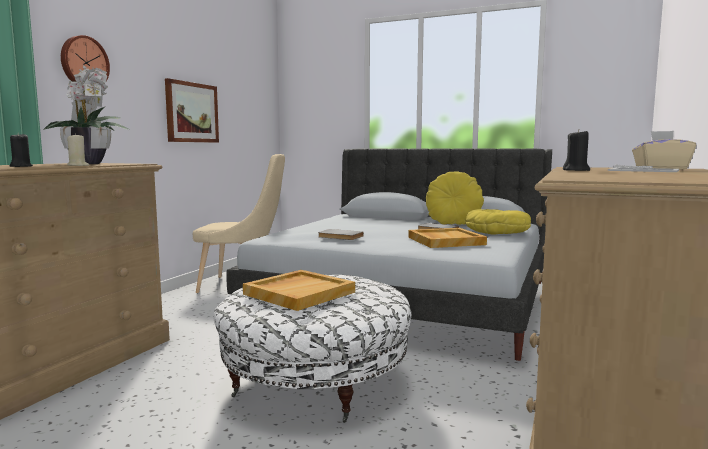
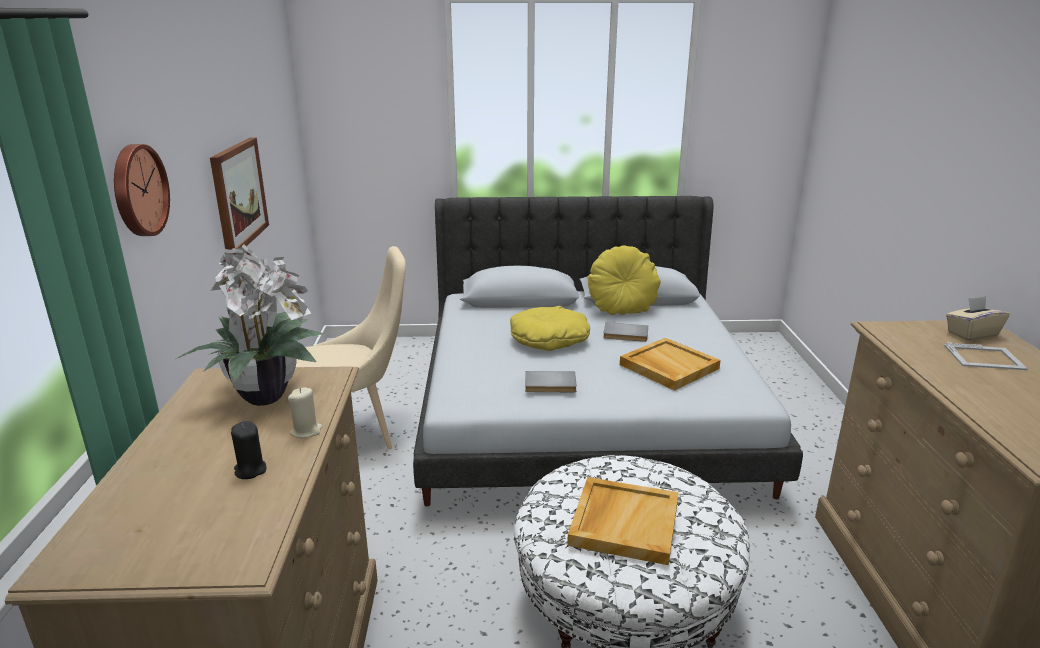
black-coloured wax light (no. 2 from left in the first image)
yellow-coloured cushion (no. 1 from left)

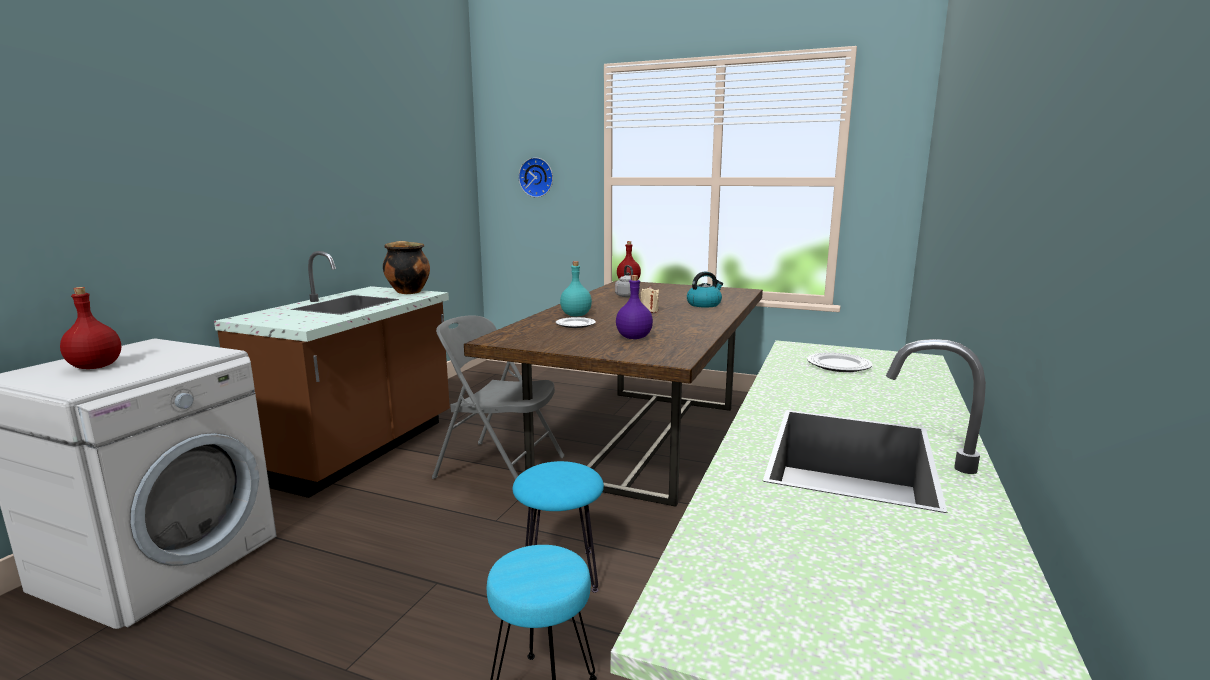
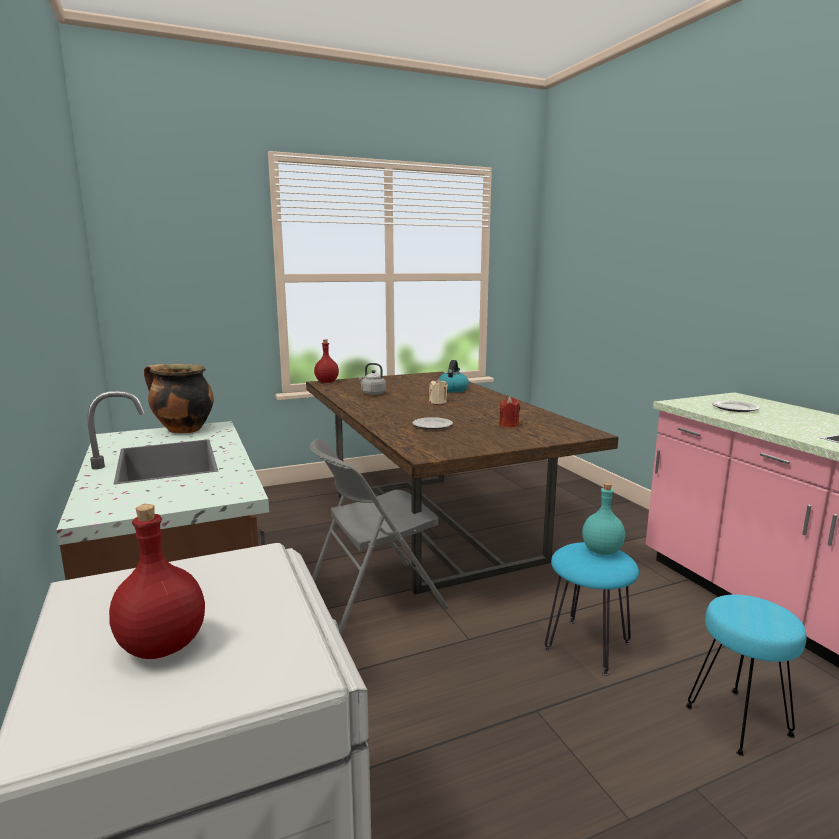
wall clock
turquoise-coloured drink bottle
red wax light

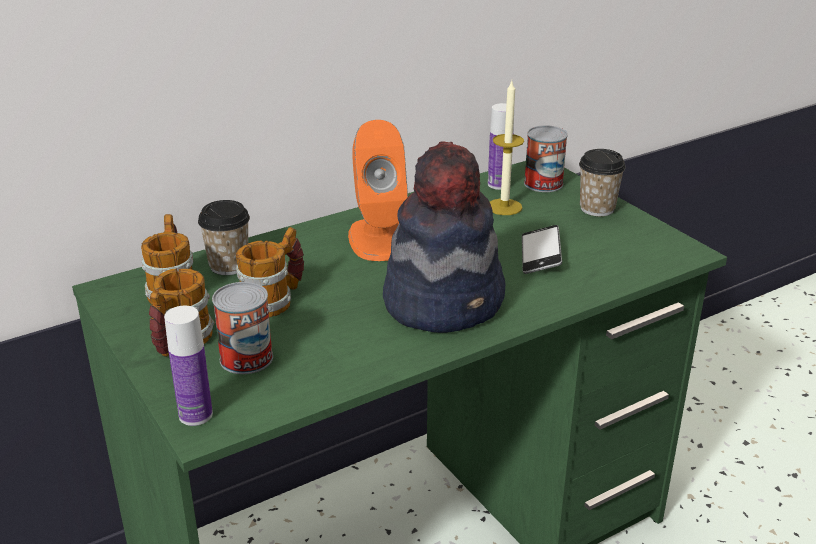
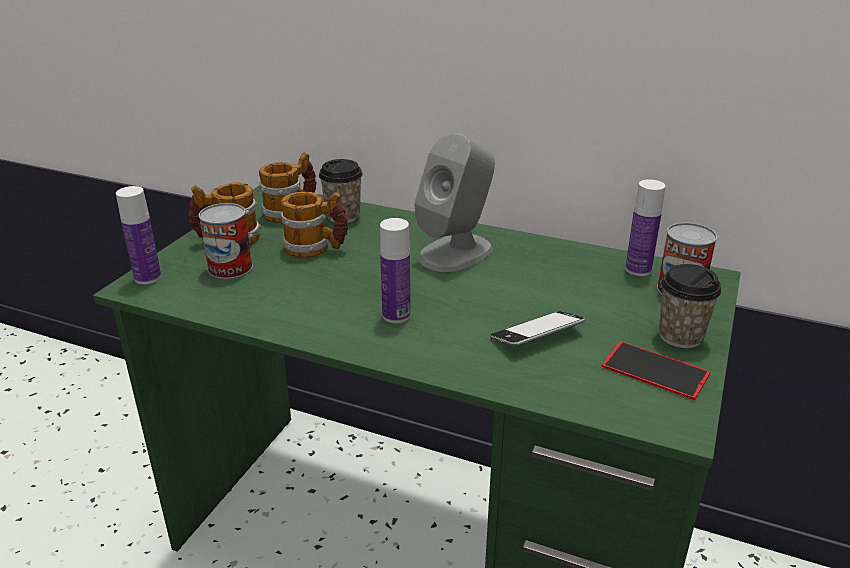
wax light
greyish loudspeaker
drink bottle (no. 2 from left)
phone (no. 2 from left)

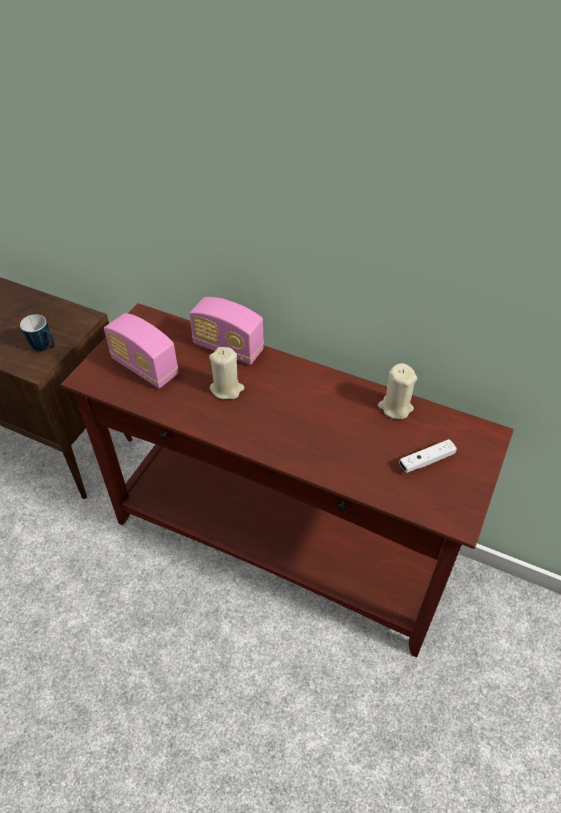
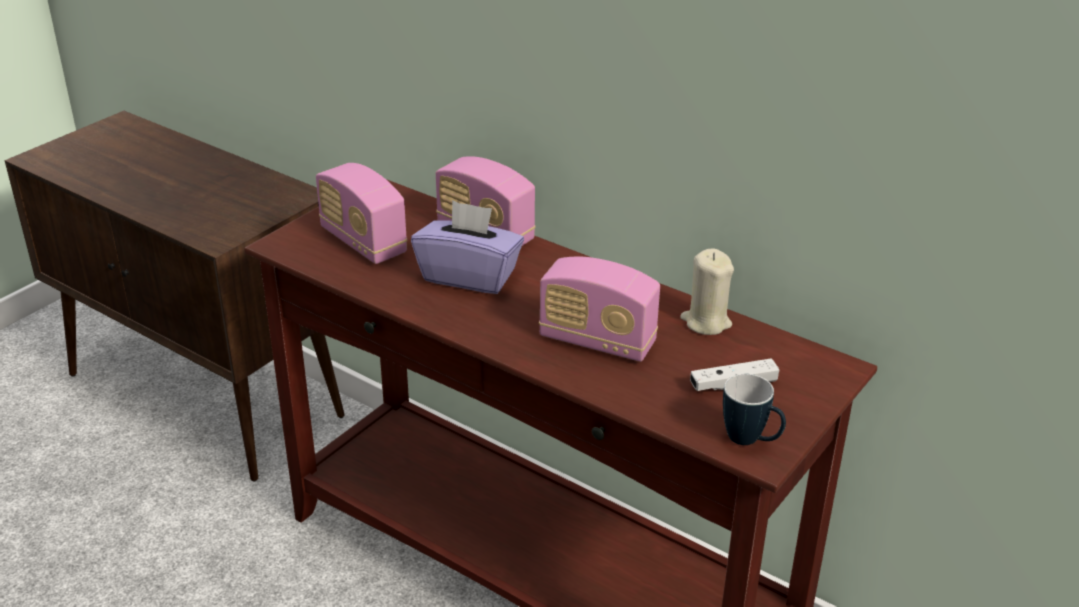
coffee mug
purple tissue box
radio (no. 3 from left)

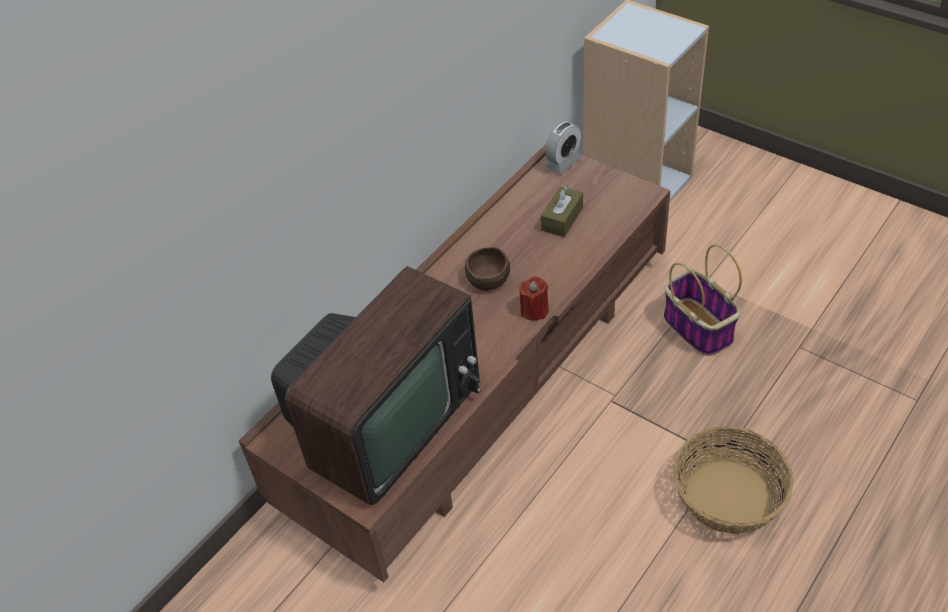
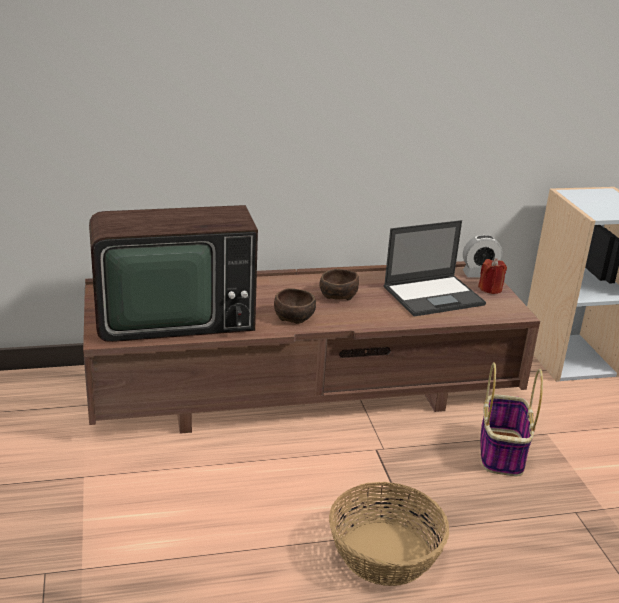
portable computer
red wax light
brown-coloured bowl (no. 1 from left)

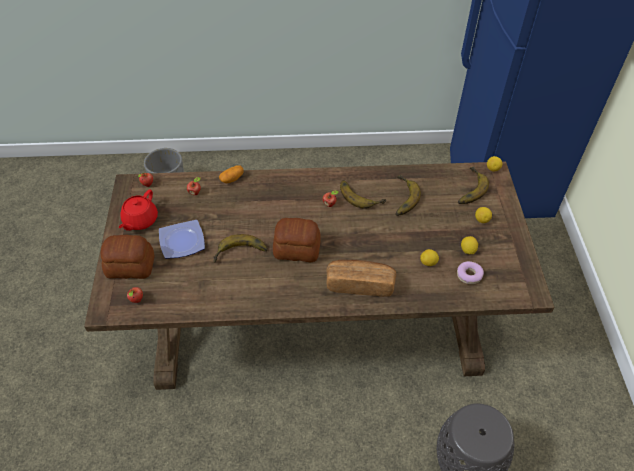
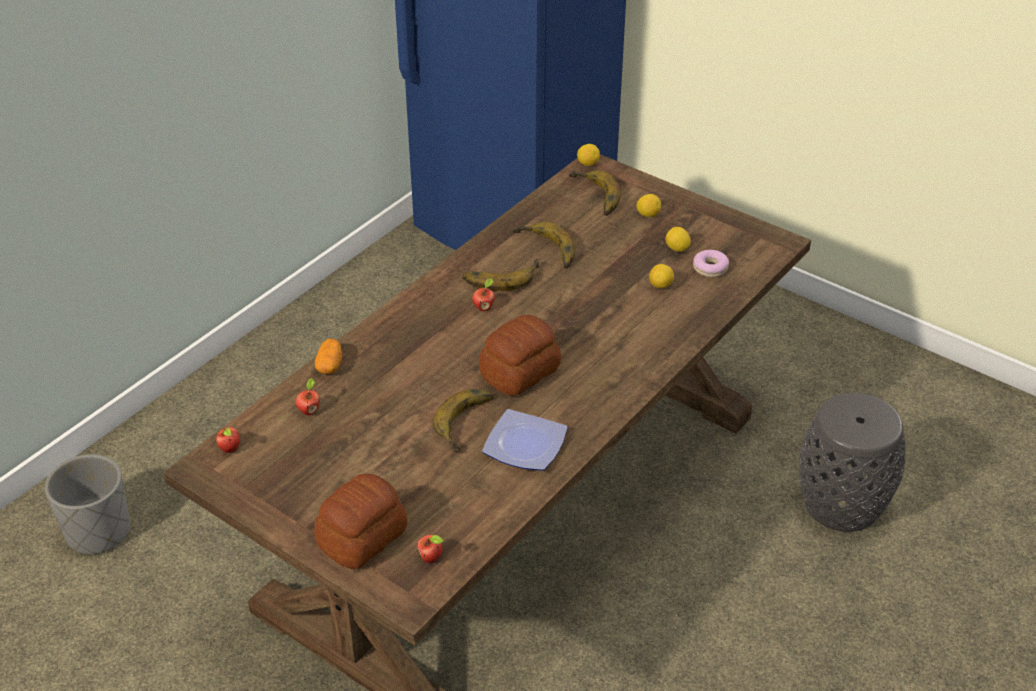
red tea pot
flat dish
bread (no. 3 from left in the first image)

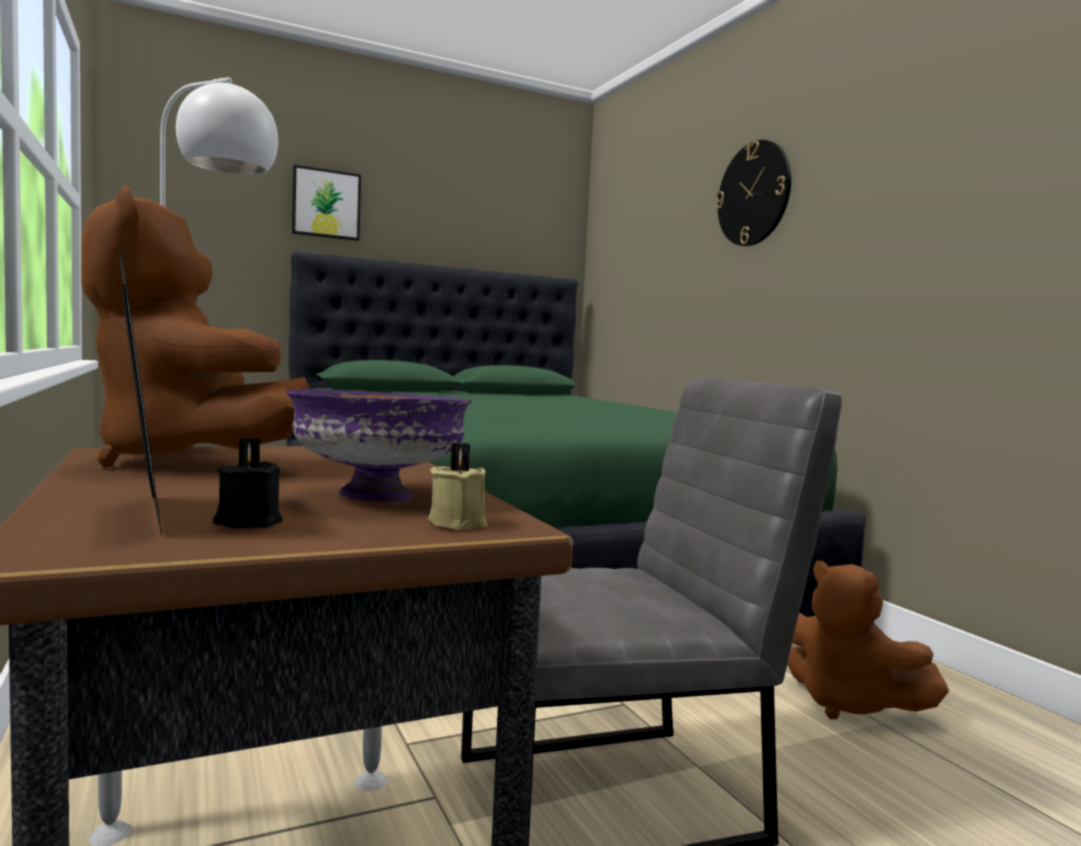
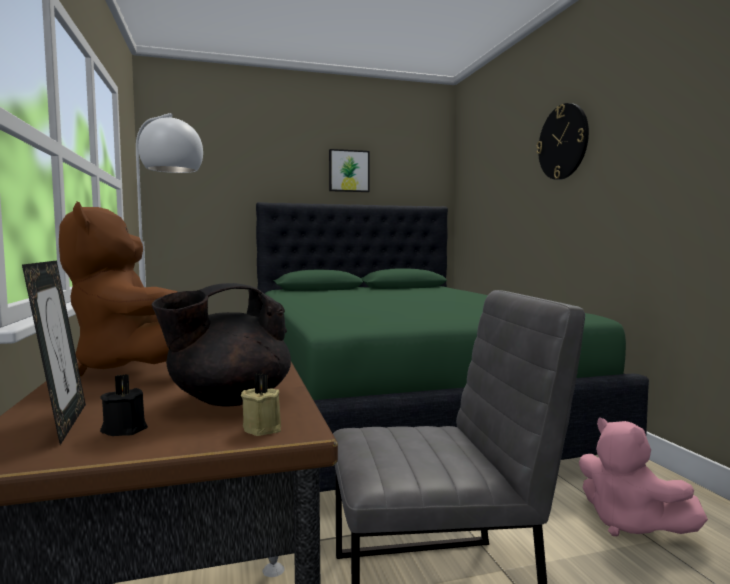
wall picture
black-coloured tea pot
pinkish plush toy

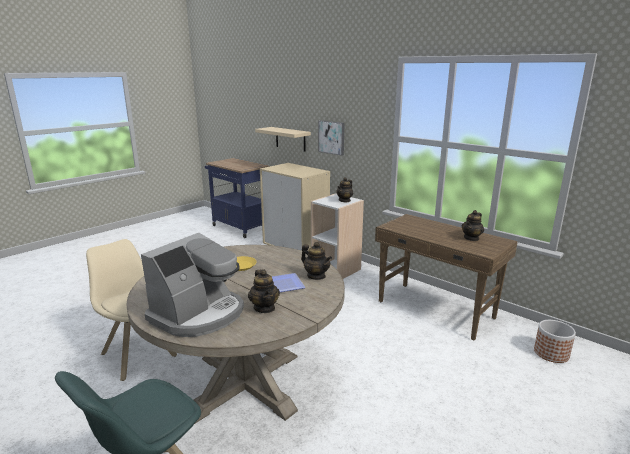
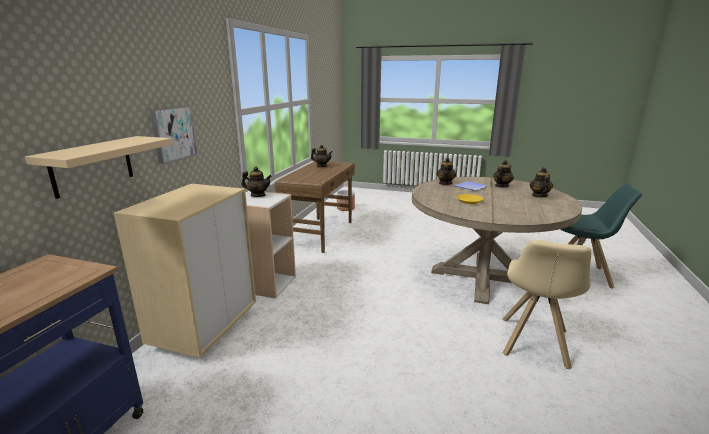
tea pot (no. 5 from left)

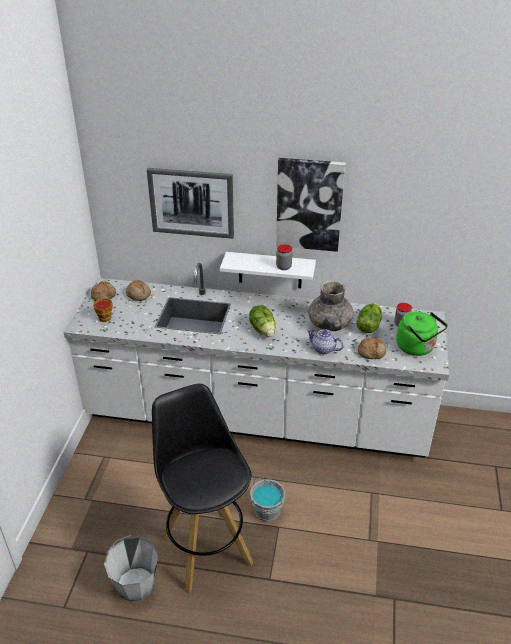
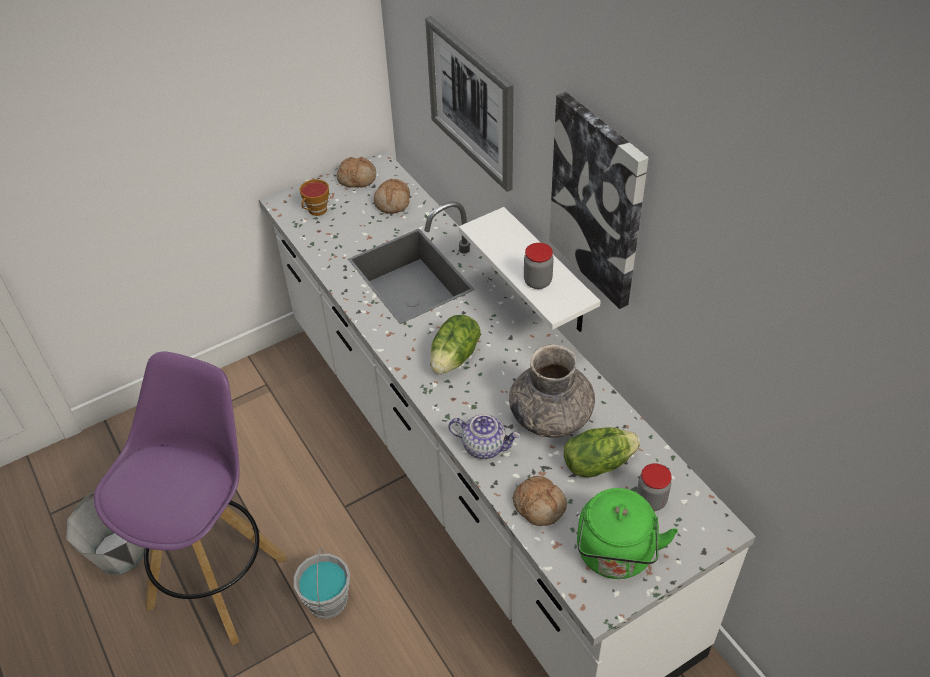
tea pot
purple stool seat

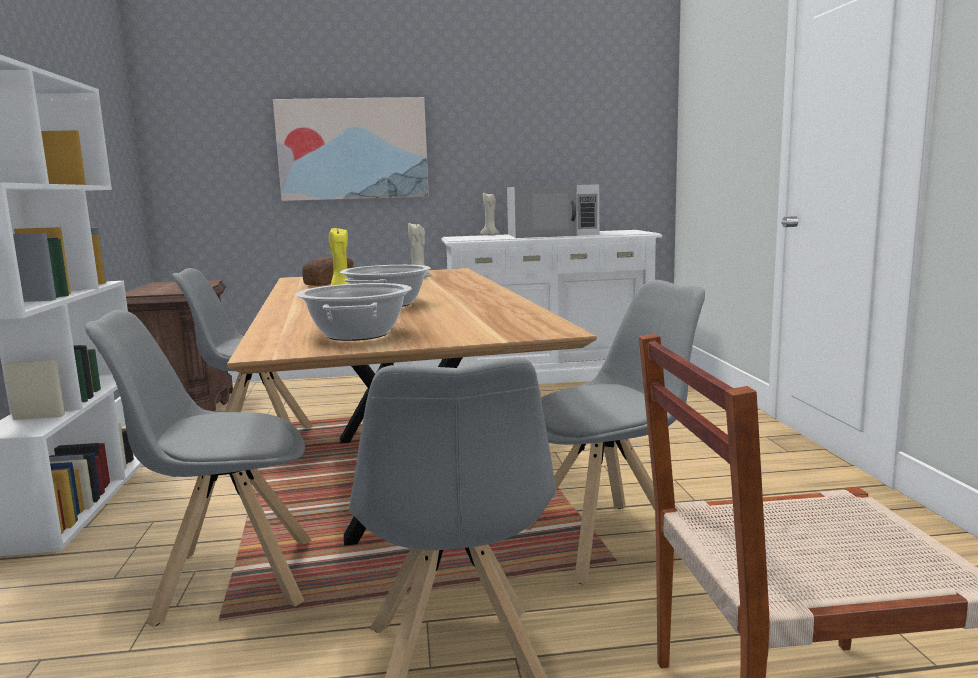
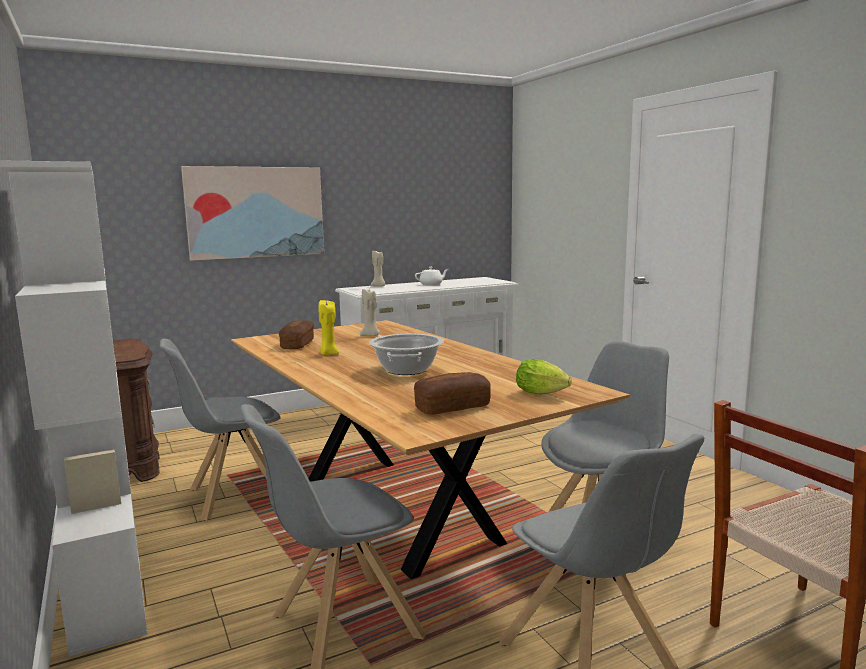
whitish tea pot
bread (no. 2 from left)
head of lettuce

